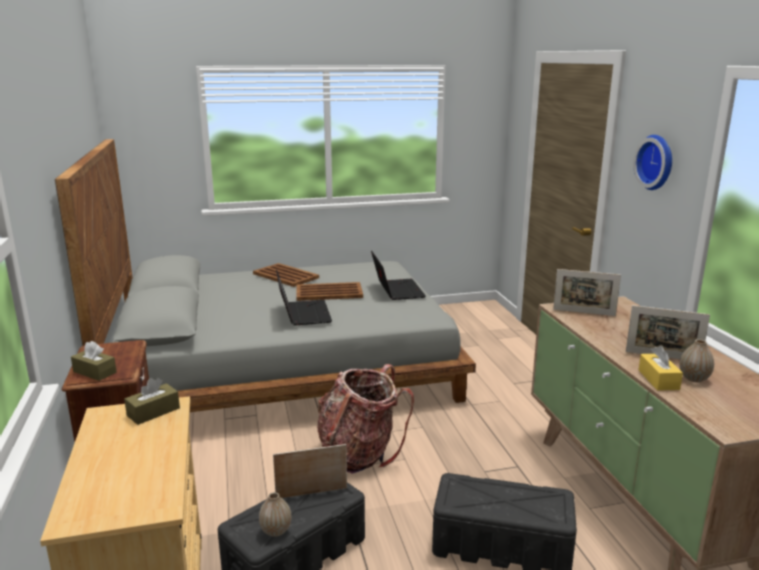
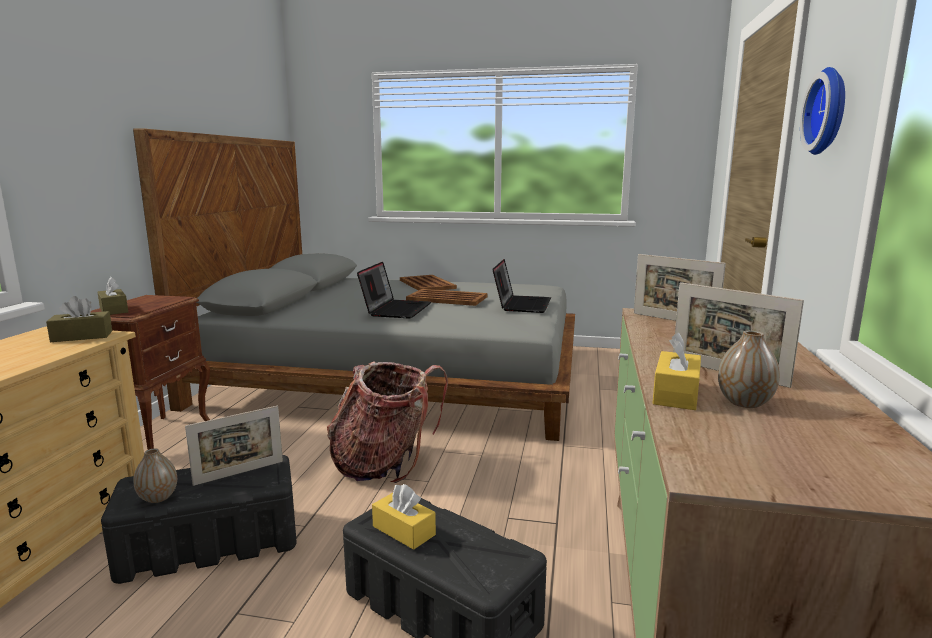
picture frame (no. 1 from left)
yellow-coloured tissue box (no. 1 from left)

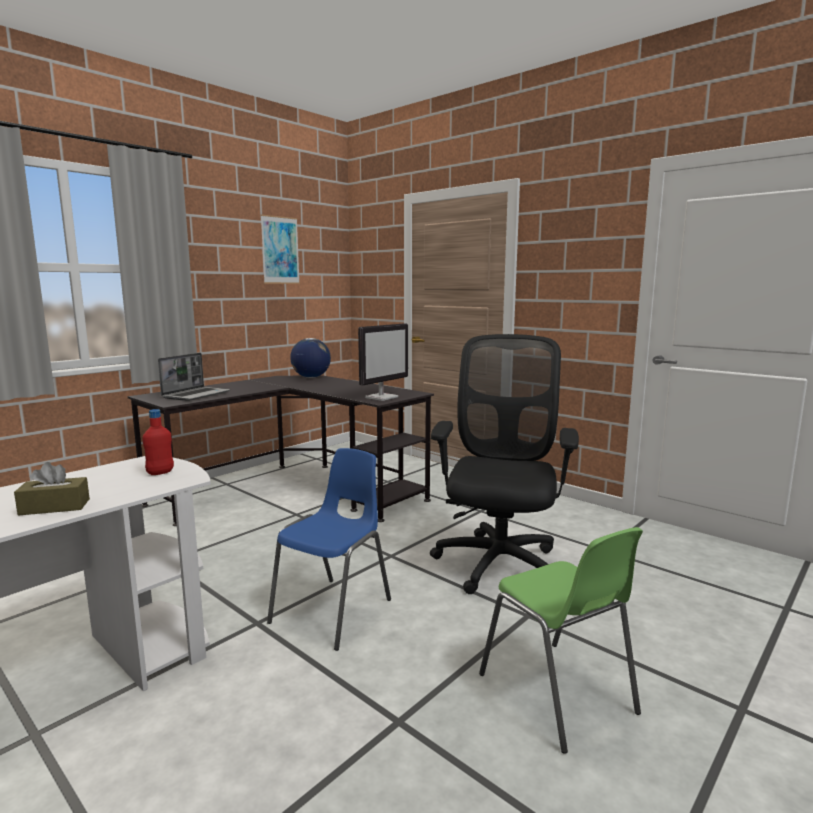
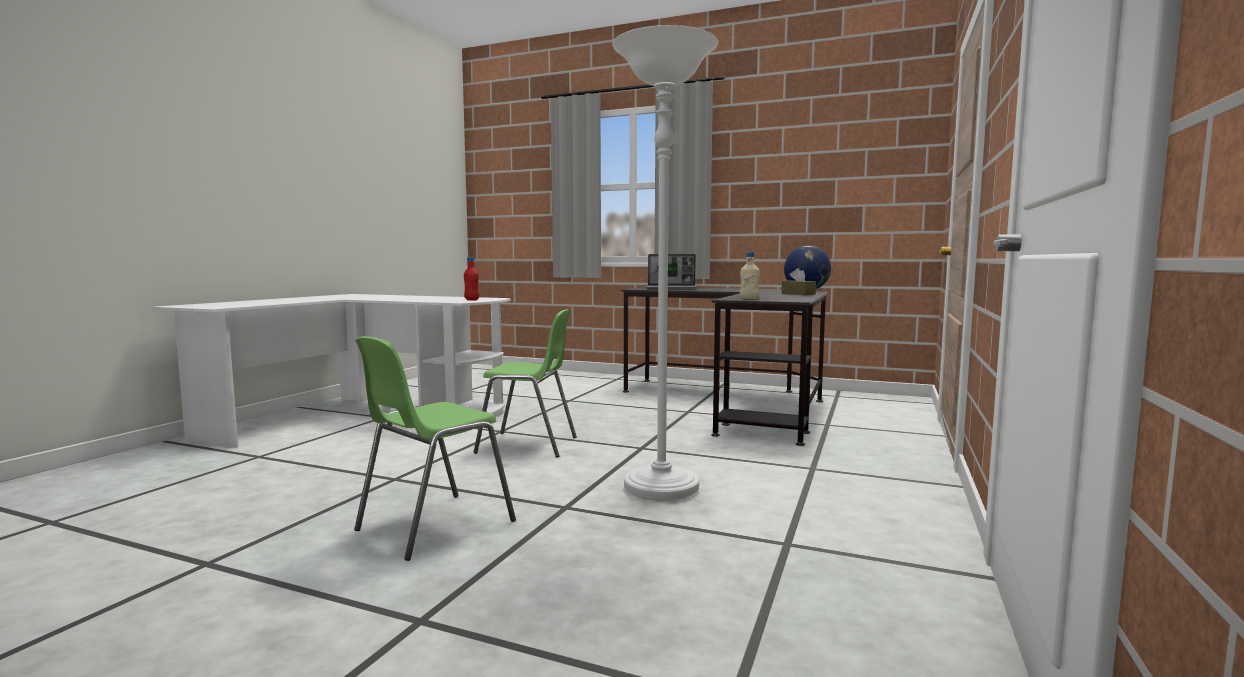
wall picture
beige-coloured drink bottle
whitish standing lamp
green chair (no. 2 from left)
brown-coloured tissue box

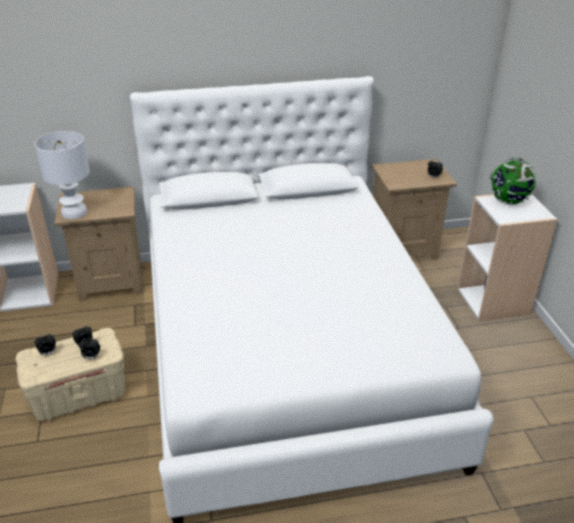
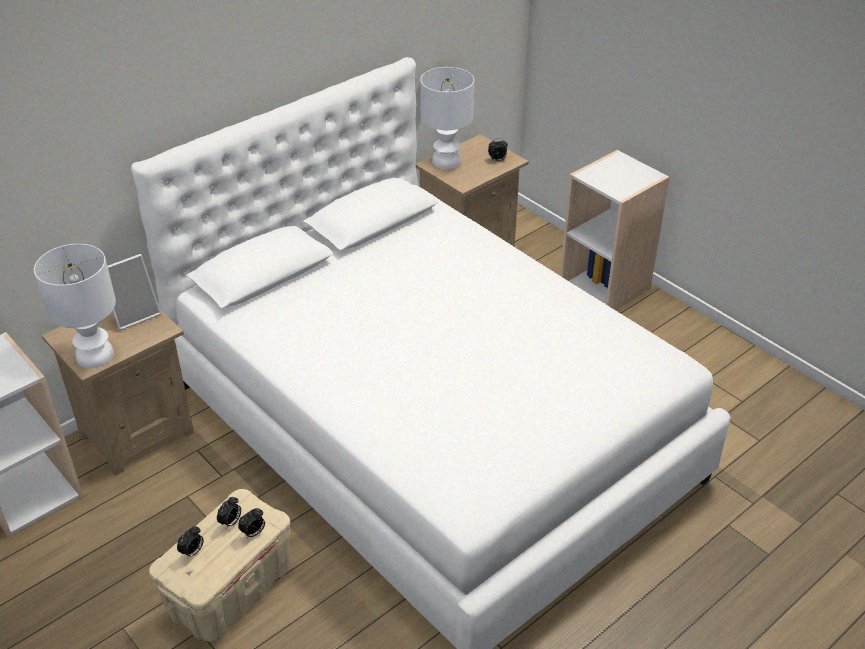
globe
whitish tabletop lamp (no. 2 from left)
picture frame

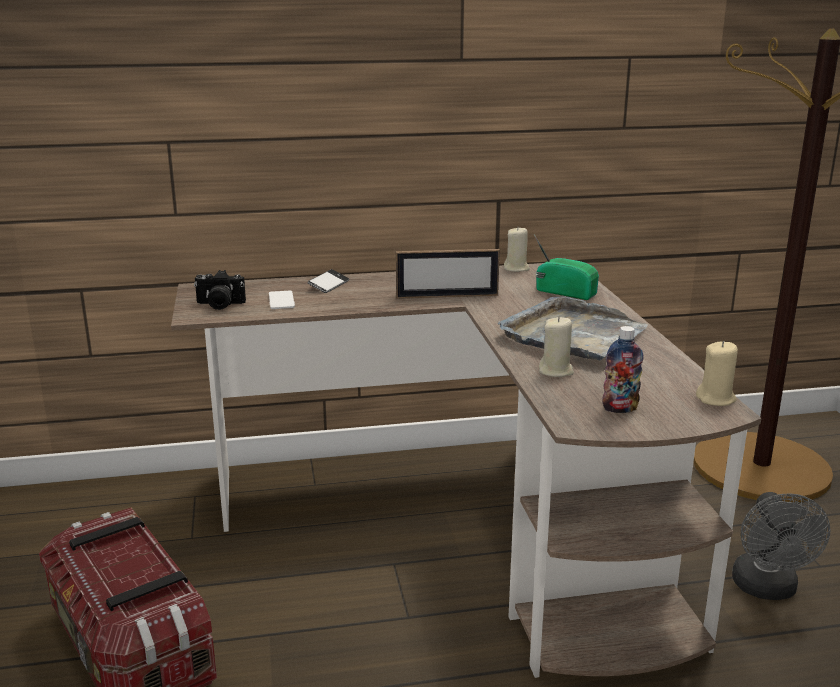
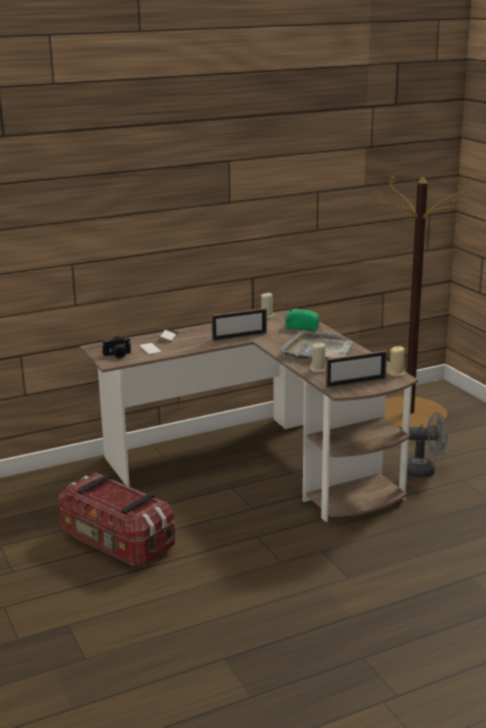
picture frame (no. 2 from left)
greyish cooling fan

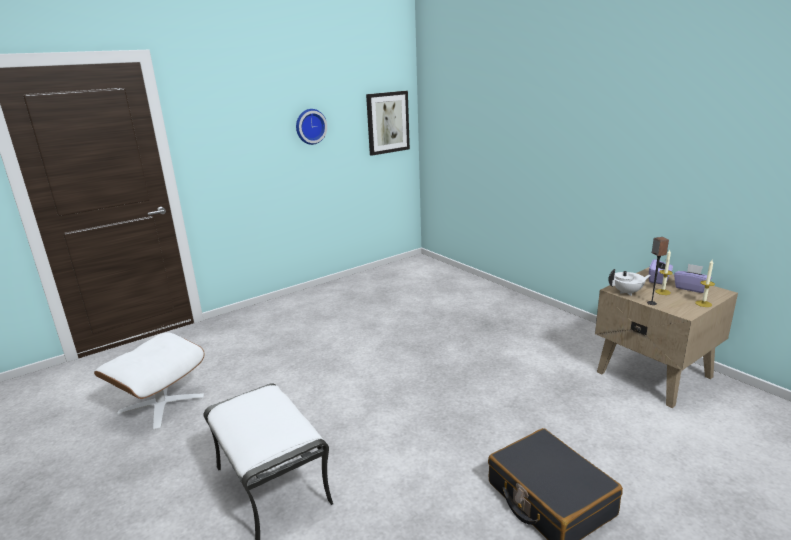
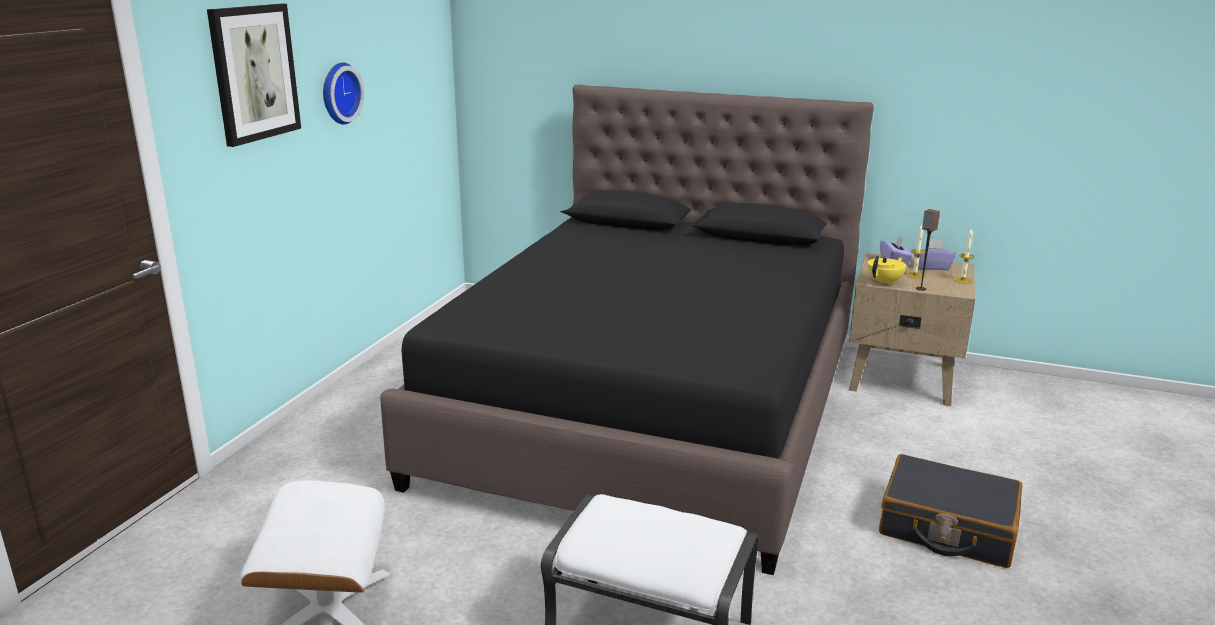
wall picture
yellow-coloured tea pot
black-coloured bedroom bed

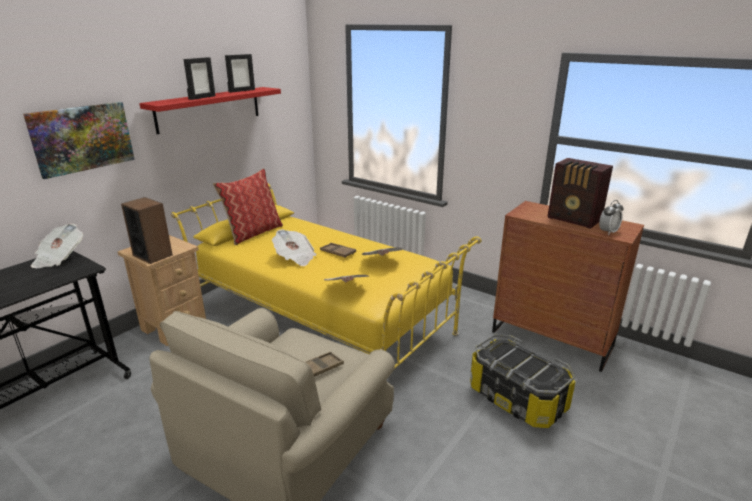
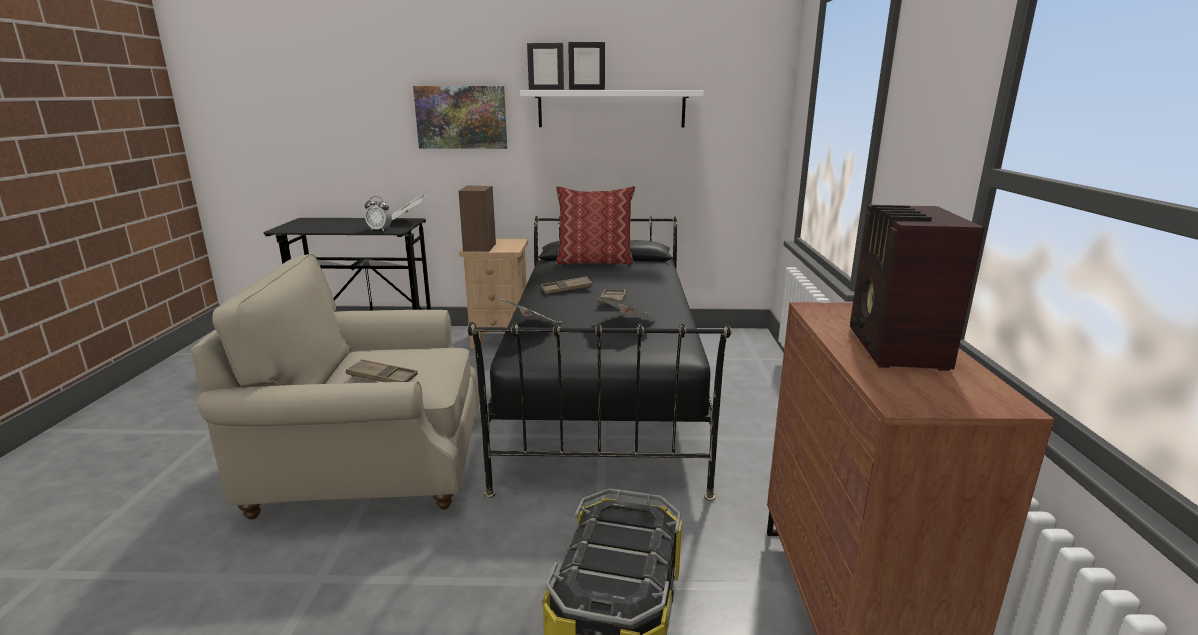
picture frame (no. 1 from left)
whitish wall shelf
black-coloured bedroom bed
bedside clock
brown-coloured serving tray (no. 2 from left)

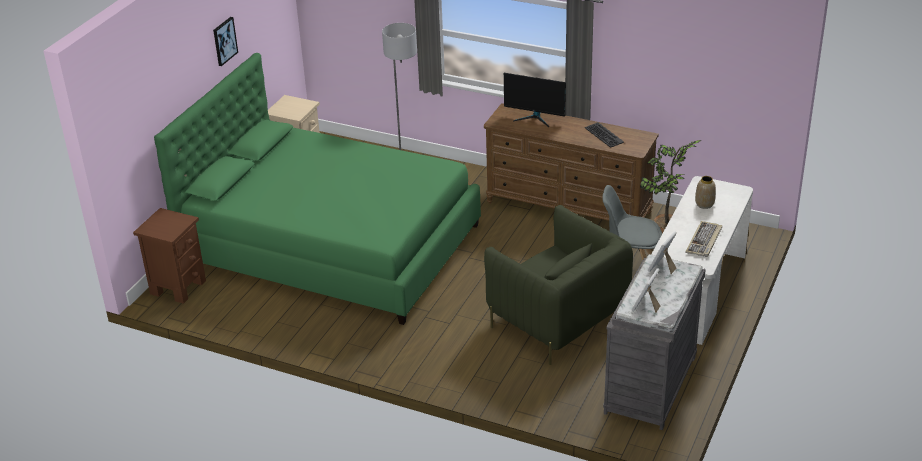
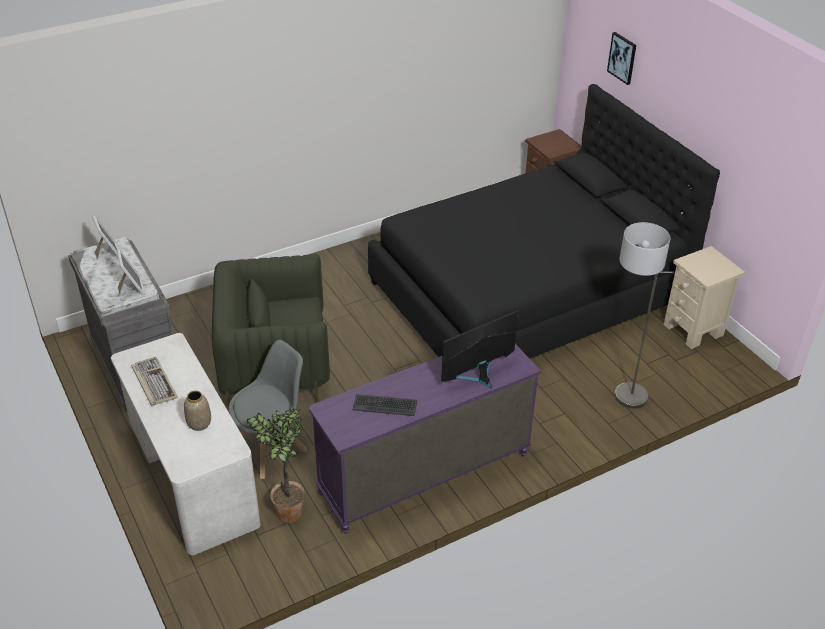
wall picture
black-coloured bedroom bed
purple drawer chest

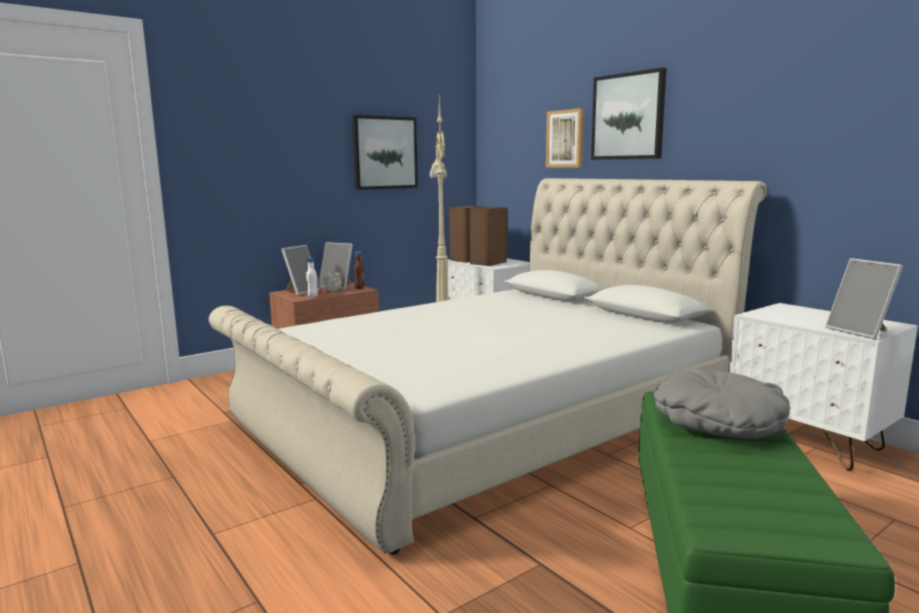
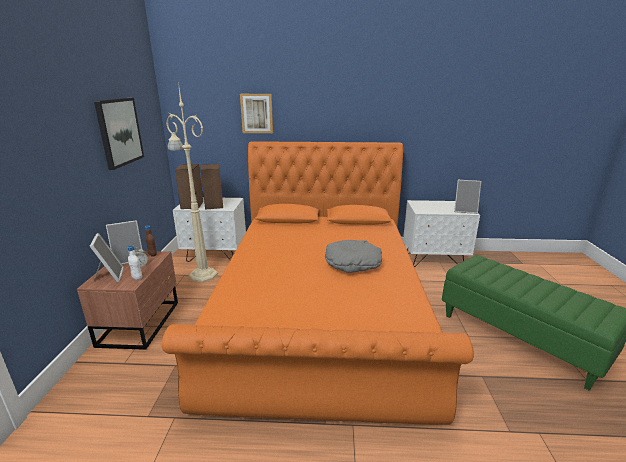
wall picture (no. 3 from left in the first image)
orange bedroom bed
greyish cushion

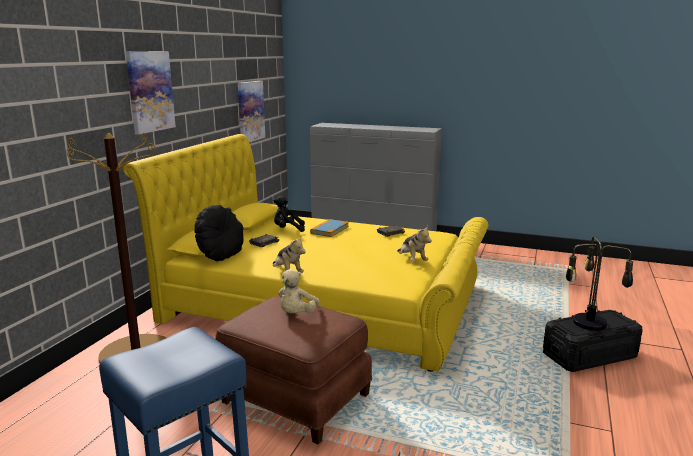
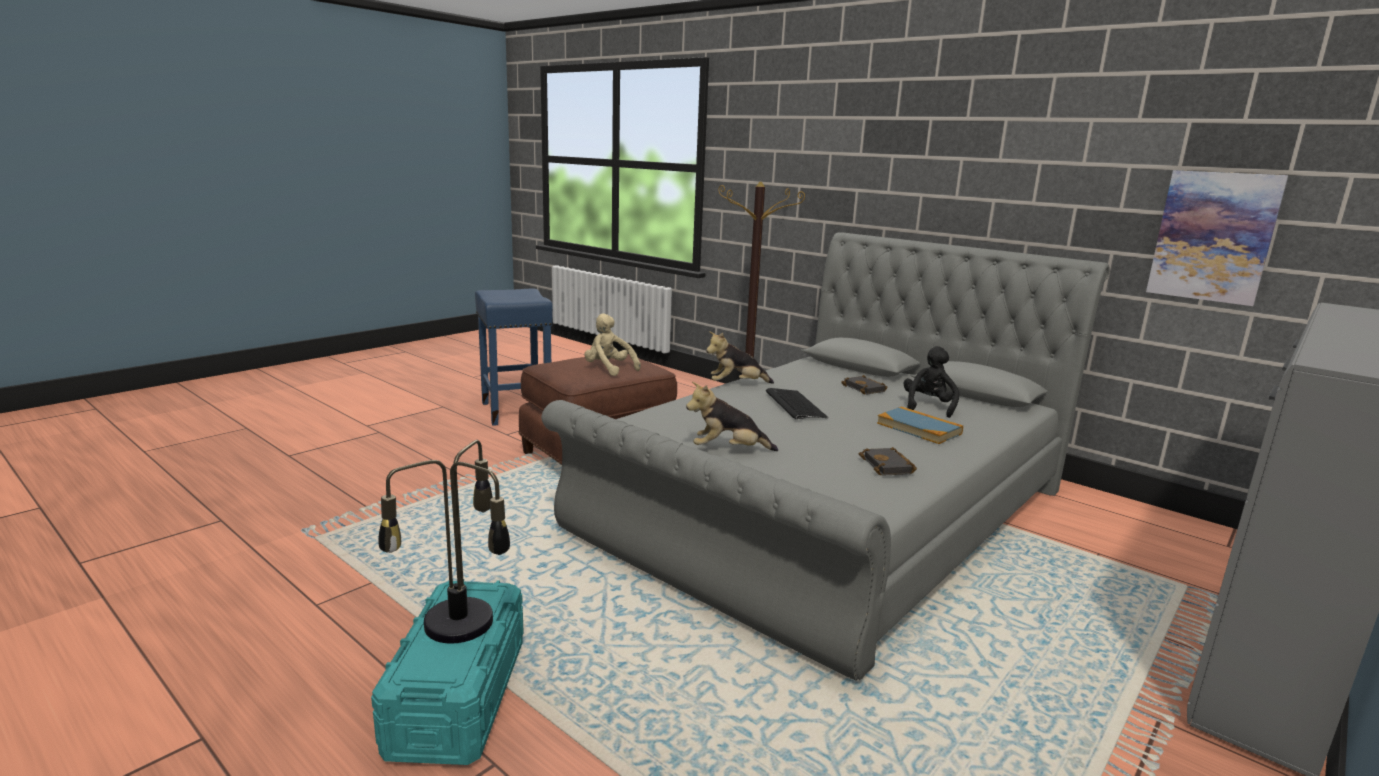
wall picture (no. 1 from left in the first image)
greyish bedroom bed
black-coloured cushion
turquoise-coloured storage bin
keyboard

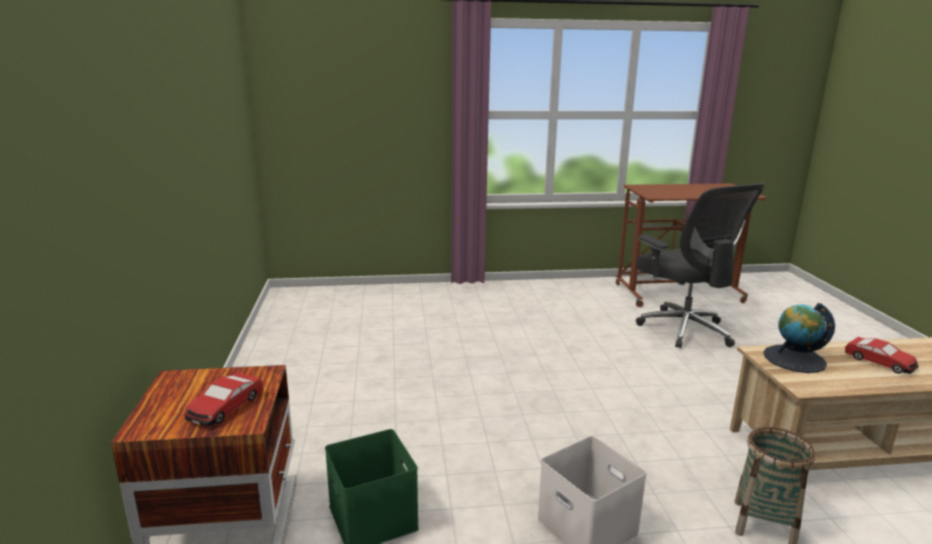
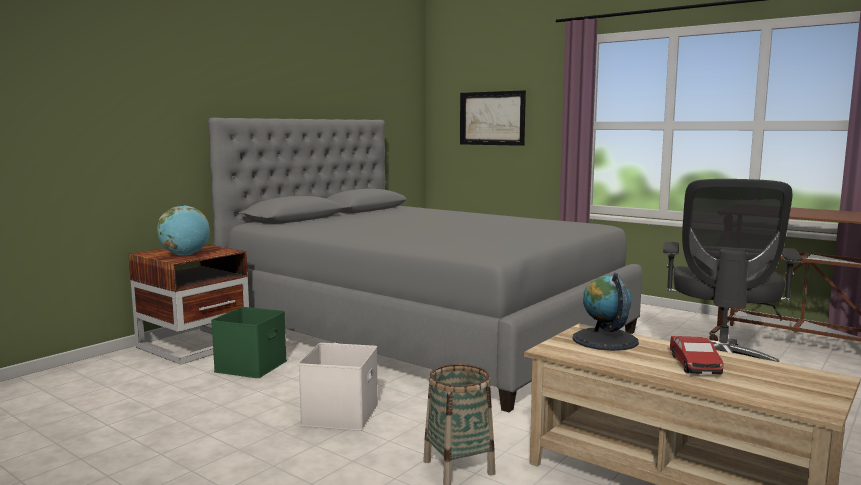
globe (no. 1 from left)
wall picture
greyish bedroom bed

